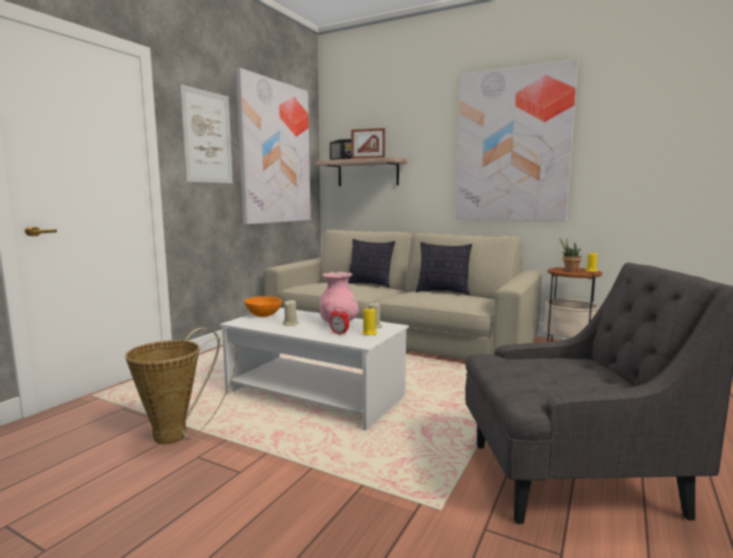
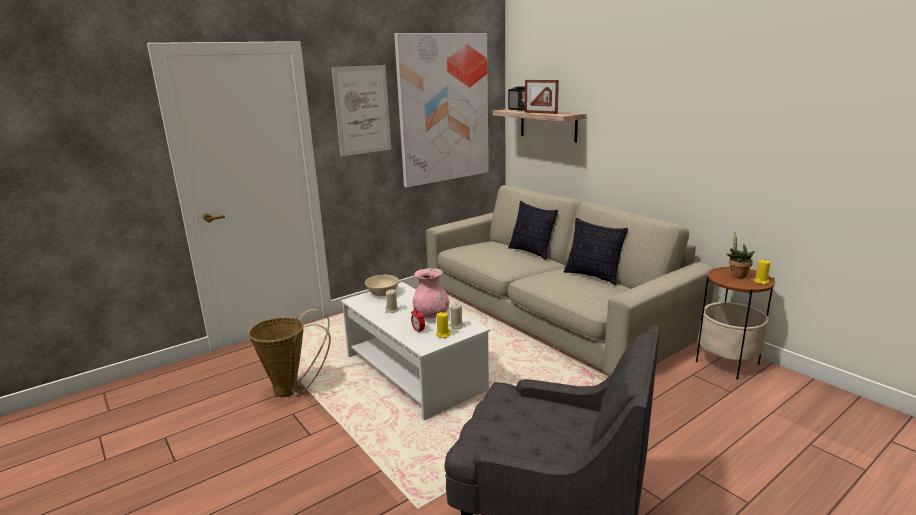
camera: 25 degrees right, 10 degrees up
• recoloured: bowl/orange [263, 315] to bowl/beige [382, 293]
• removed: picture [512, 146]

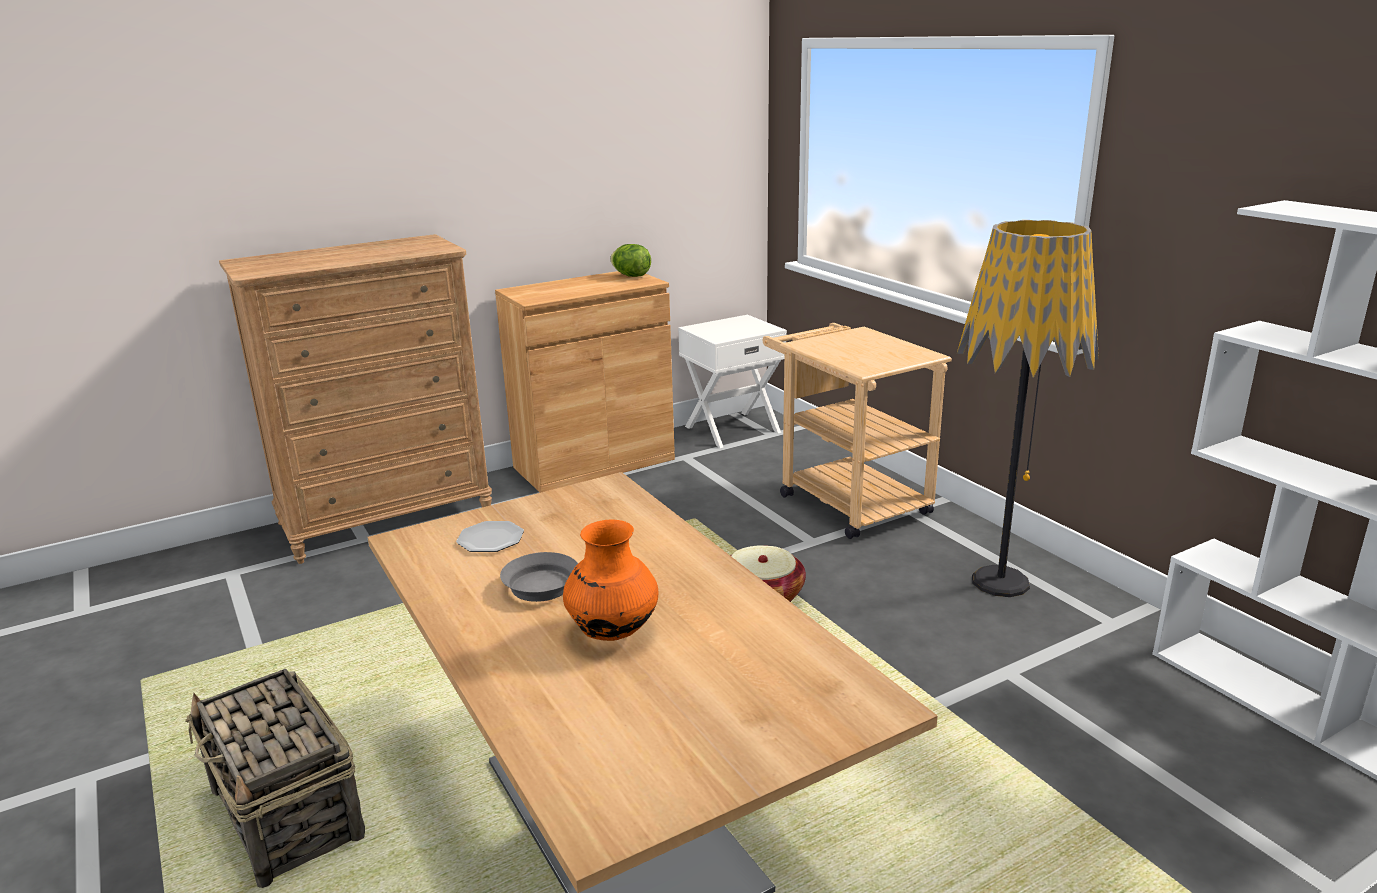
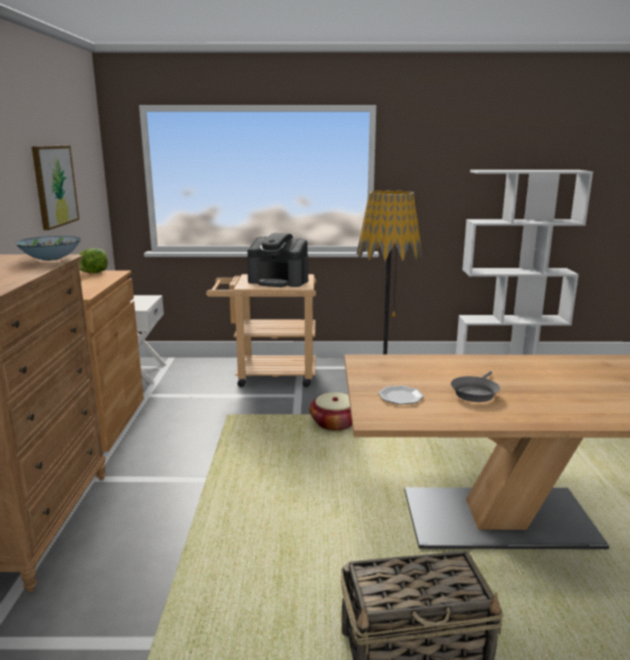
camera: 60 degrees left, 5 degrees down
• added: bowl [51, 259]
• added: picture [54, 186]
• added: coffee machine [279, 281]
• removed: vase/orange [612, 631]

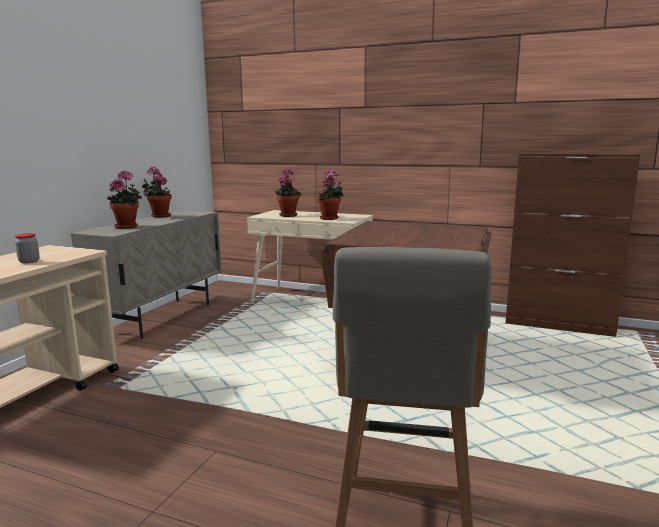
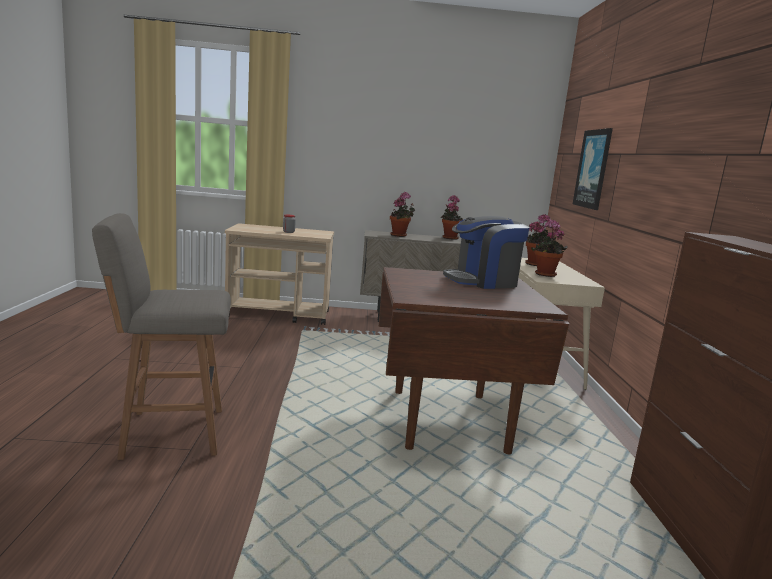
camera: 65 degrees right, 0 degrees up
• added: coffee machine [483, 281]
• added: picture [593, 169]

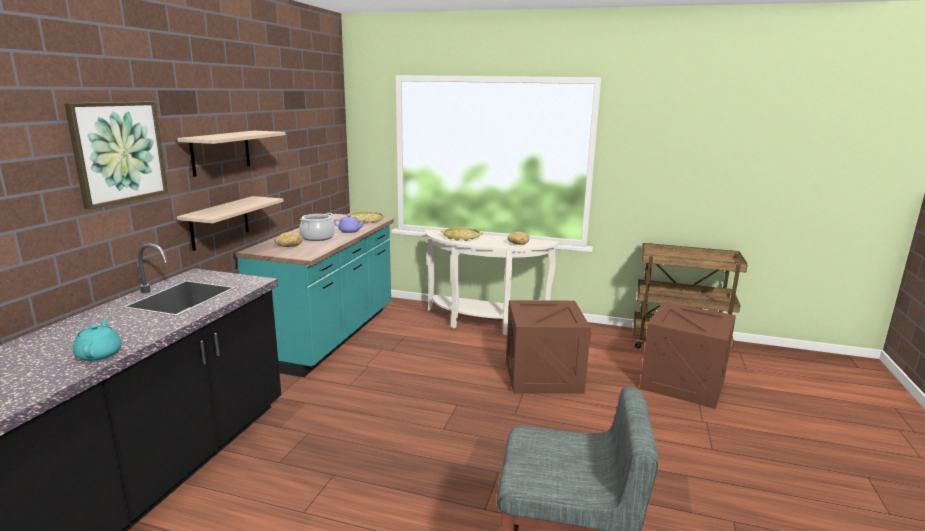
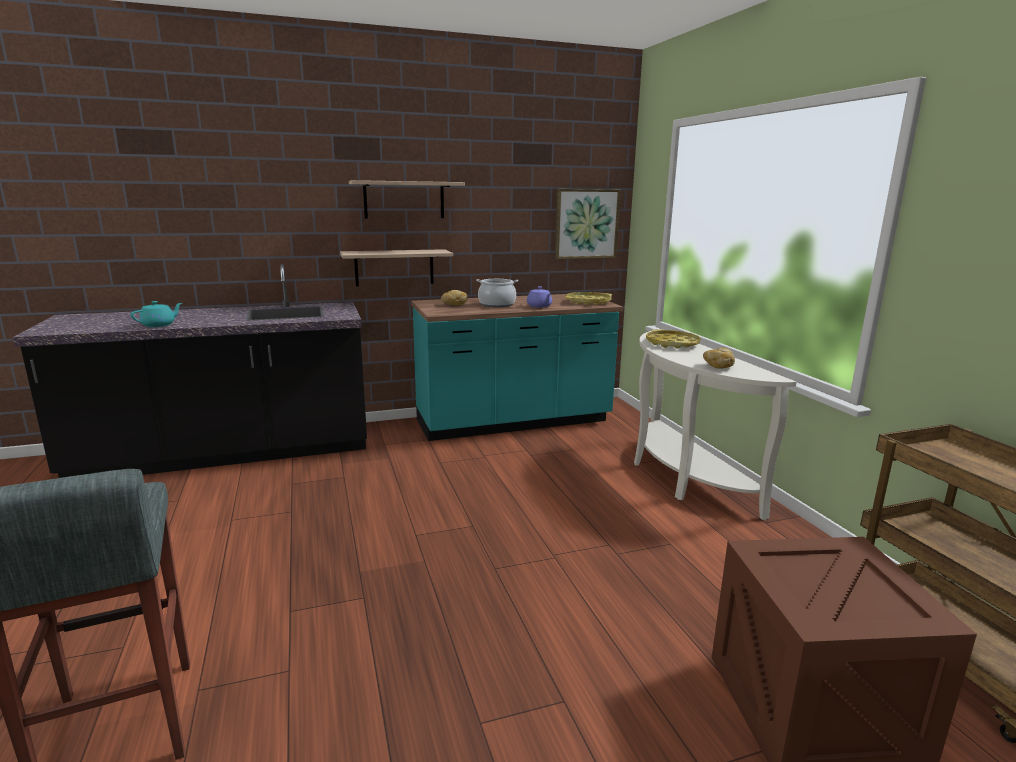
camera: 55 degrees right, 0 degrees up
• moved: picture [118, 152] to [586, 224]
• removed: crate [543, 375]

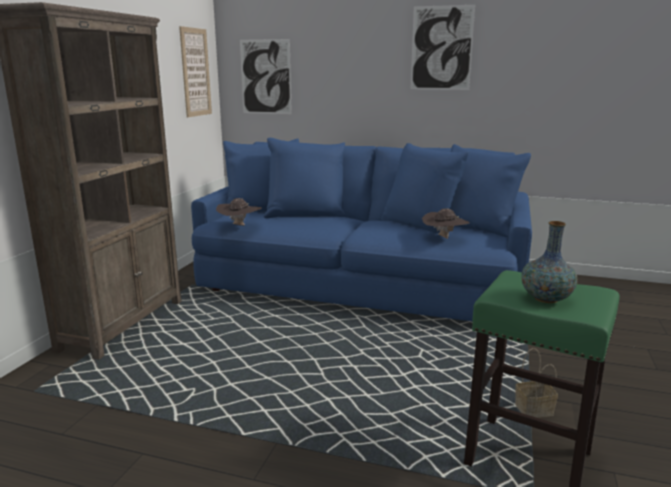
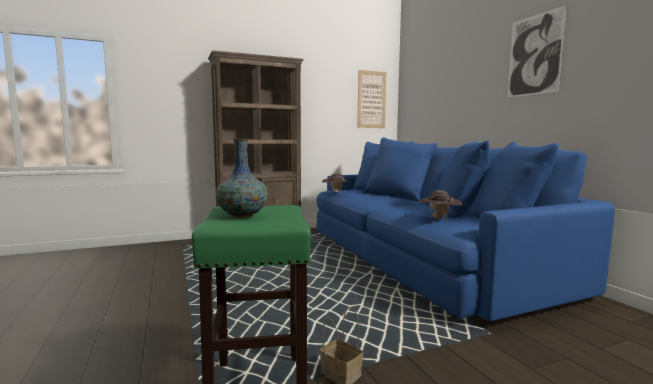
camera: 50 degrees right, 10 degrees down
• removed: picture [265, 77]

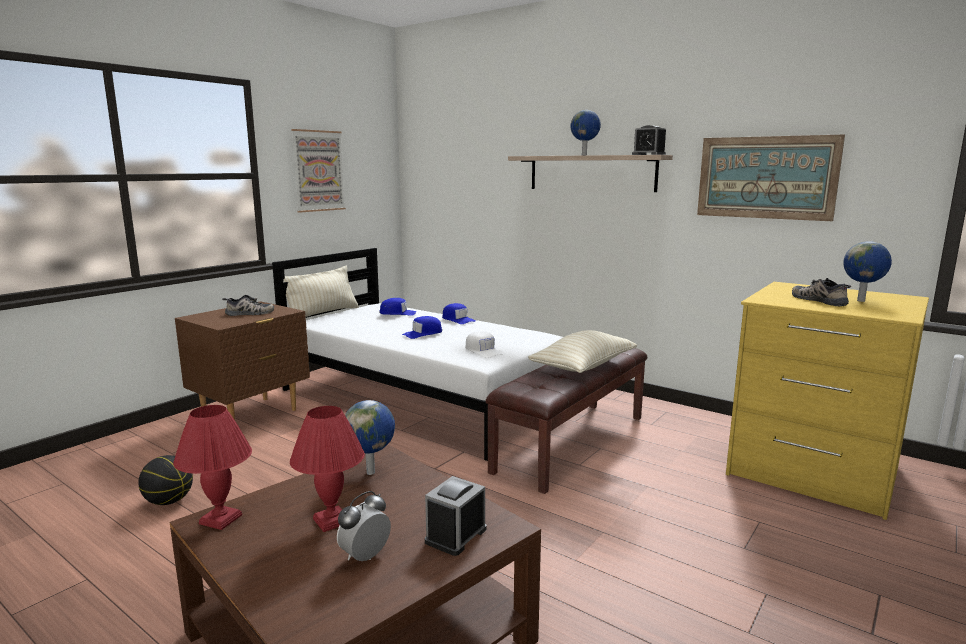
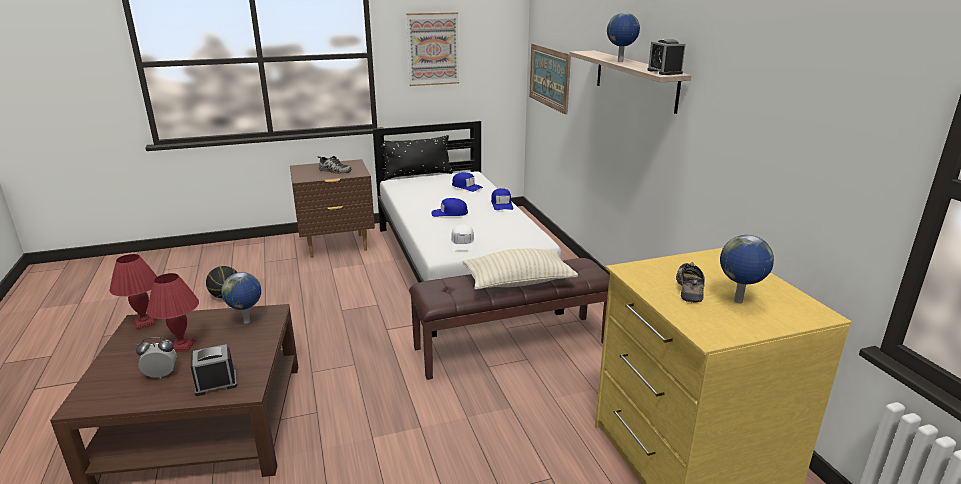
camera: 35 degrees right, 10 degrees up
• recoloured: pillow/beige [322, 314] to pillow/black [418, 175]
• moved: picture [766, 177] to [549, 77]

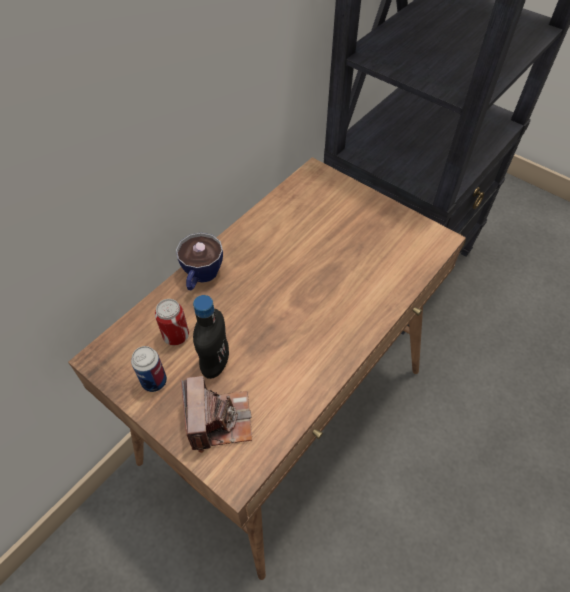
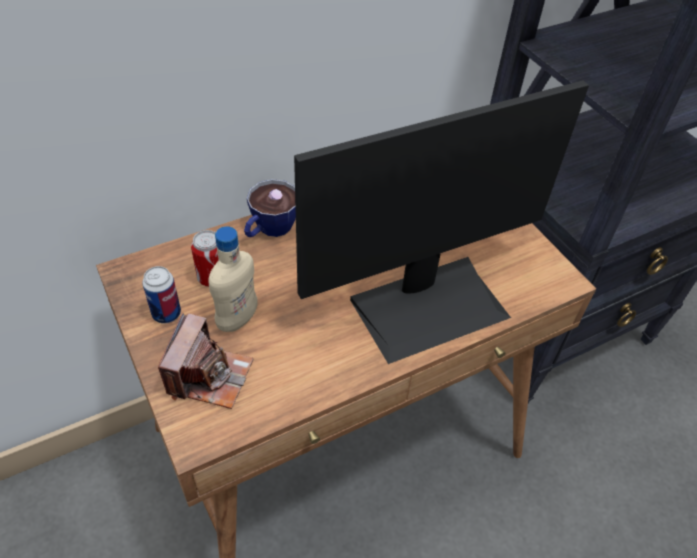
camera: 20 degrees right, 5 degrees down
• recoloured: bottle/black [215, 363] to bottle/beige [237, 319]
• added: monitor [429, 305]

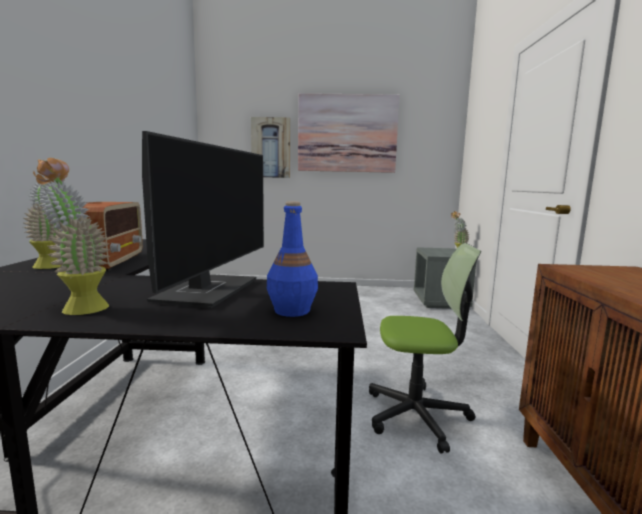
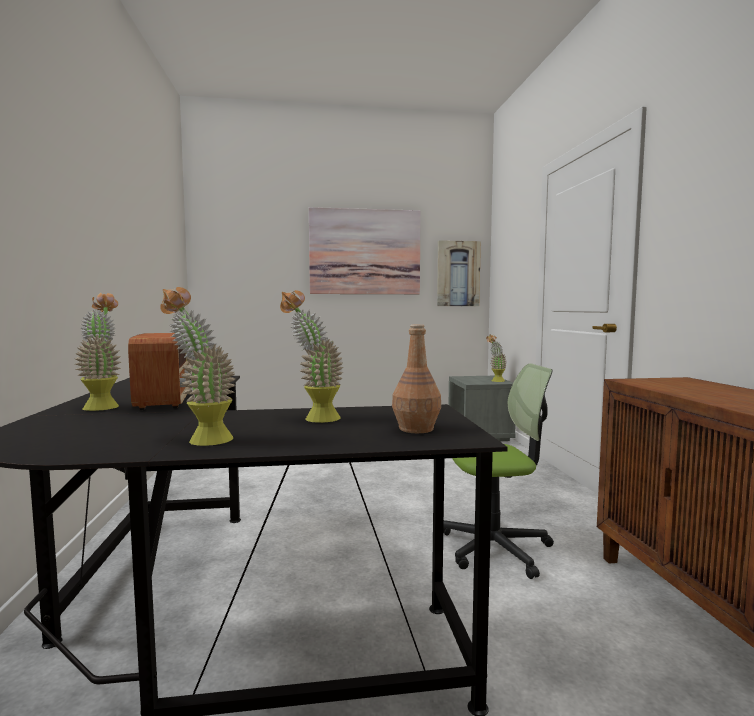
camera: 10 degrees left, 5 degrees down
• replaced: monitor [208, 290] to potted plant [313, 418]
• recoloured: bottle/blue [291, 310] to bottle/brown [415, 429]
• moved: picture [271, 148] to [458, 274]

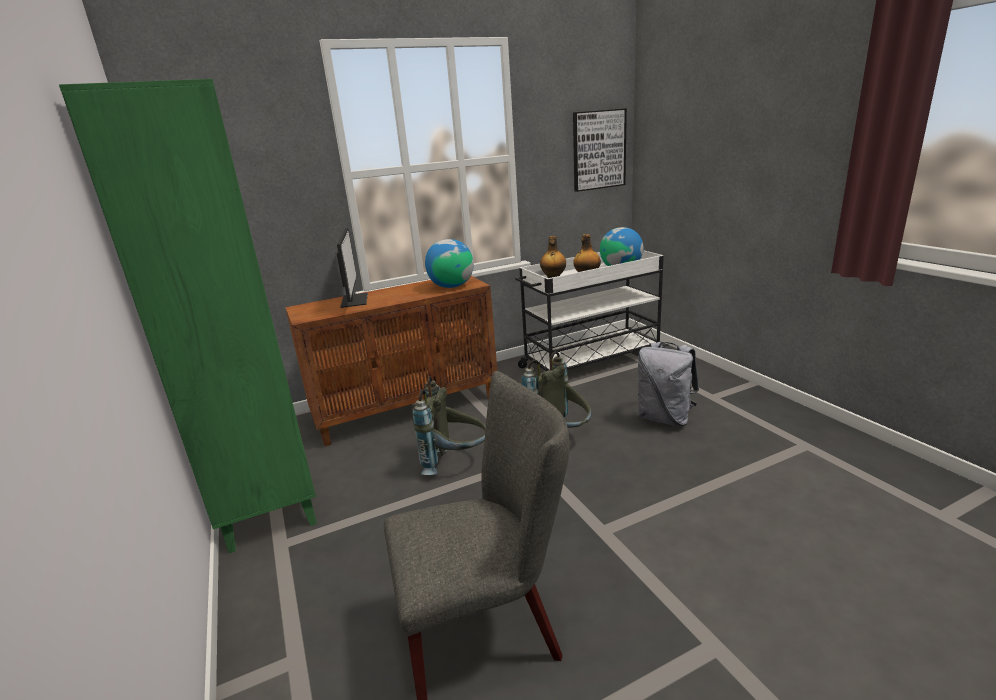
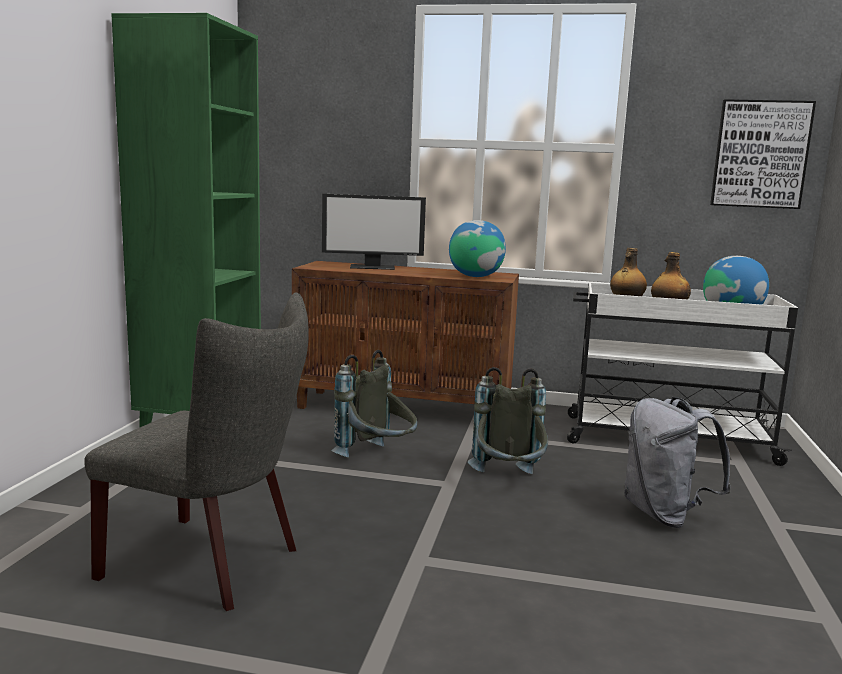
camera: 35 degrees right, 10 degrees down
• turned: monitor [353, 300] = [373, 267] 60 degrees clockwise

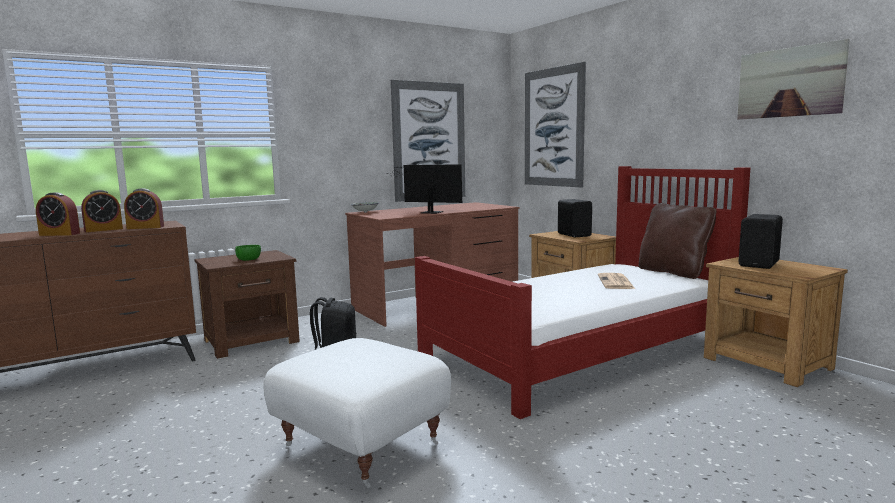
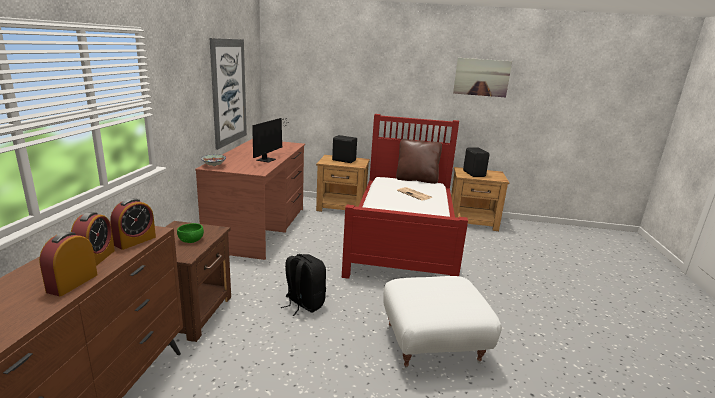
camera: 50 degrees left, 10 degrees up
• turned: alarm clock [59, 234] = [72, 283] 150 degrees clockwise
• turned: monitor [429, 212] = [268, 159] 135 degrees clockwise
• removed: picture [553, 127]

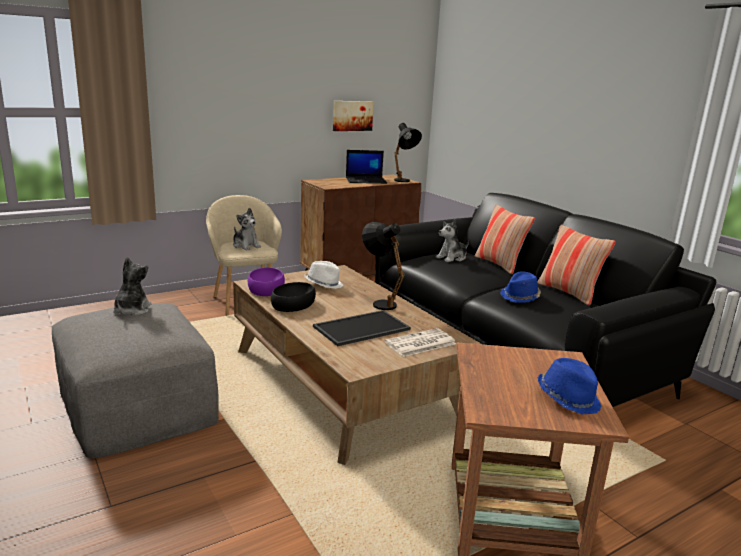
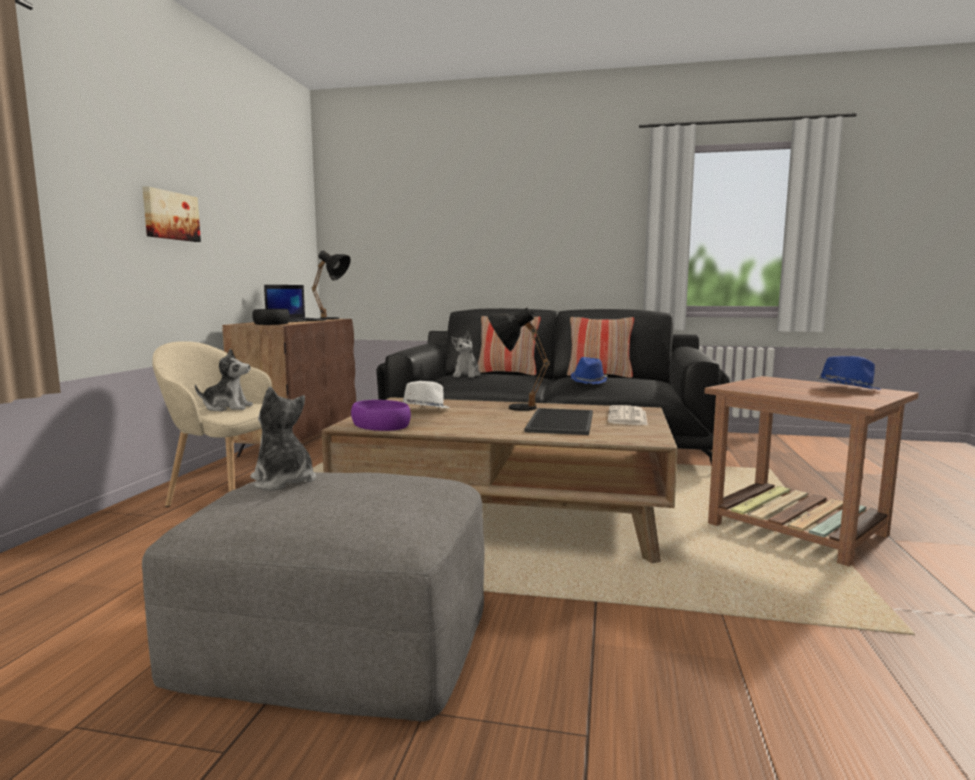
camera: 45 degrees left, 10 degrees down
• moved: picture [352, 115] to [170, 216]
• moved: bowl/black [293, 303] to [271, 323]

